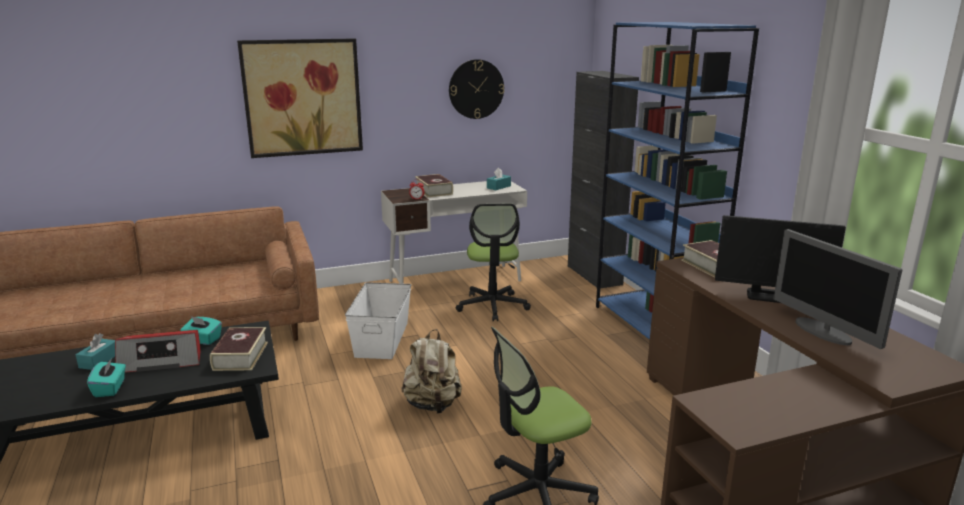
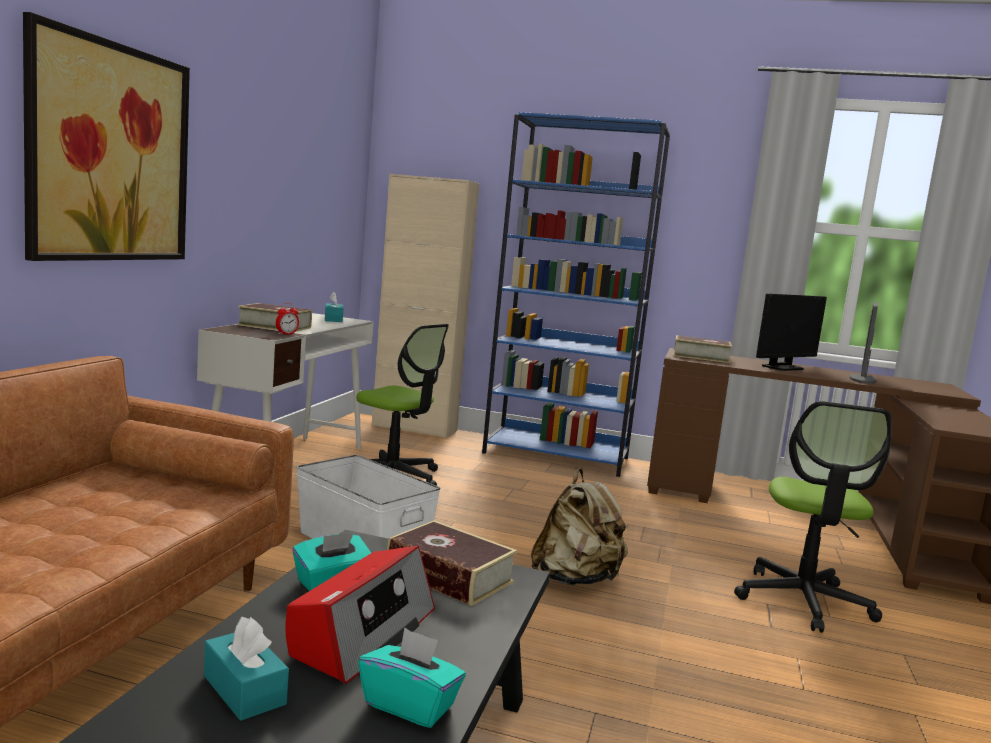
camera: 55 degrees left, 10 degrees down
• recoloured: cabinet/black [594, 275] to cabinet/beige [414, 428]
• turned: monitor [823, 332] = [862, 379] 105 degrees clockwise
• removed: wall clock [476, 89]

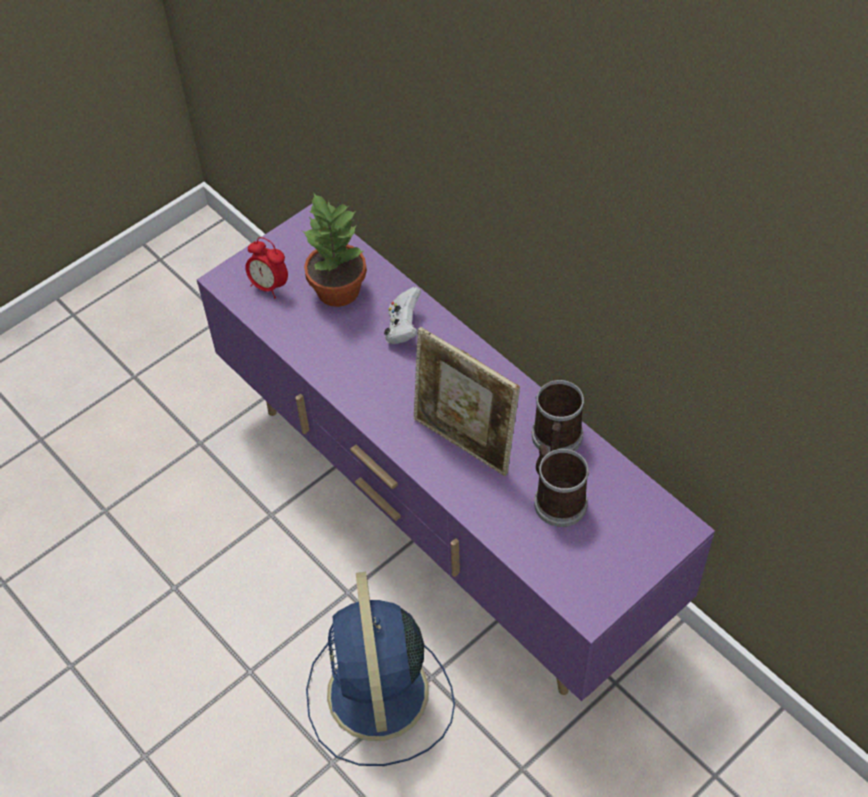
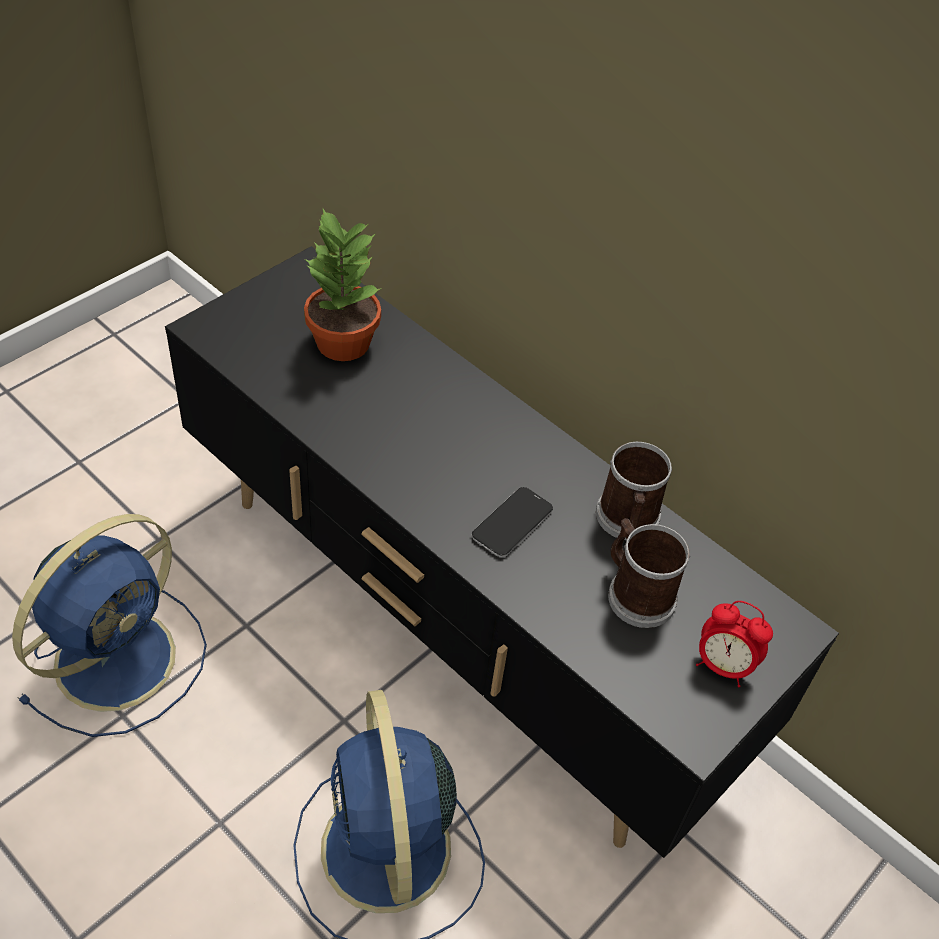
camera: 10 degrees left, 5 degrees down
• added: fan/blue [119, 655]
• recoloured: tv stand/purple [442, 516] to tv stand/black [456, 628]
• replaced: picture frame [464, 443] to phone [512, 523]
• moved: alarm clock [269, 286] to [723, 666]
• removed: game controller/white [403, 328]

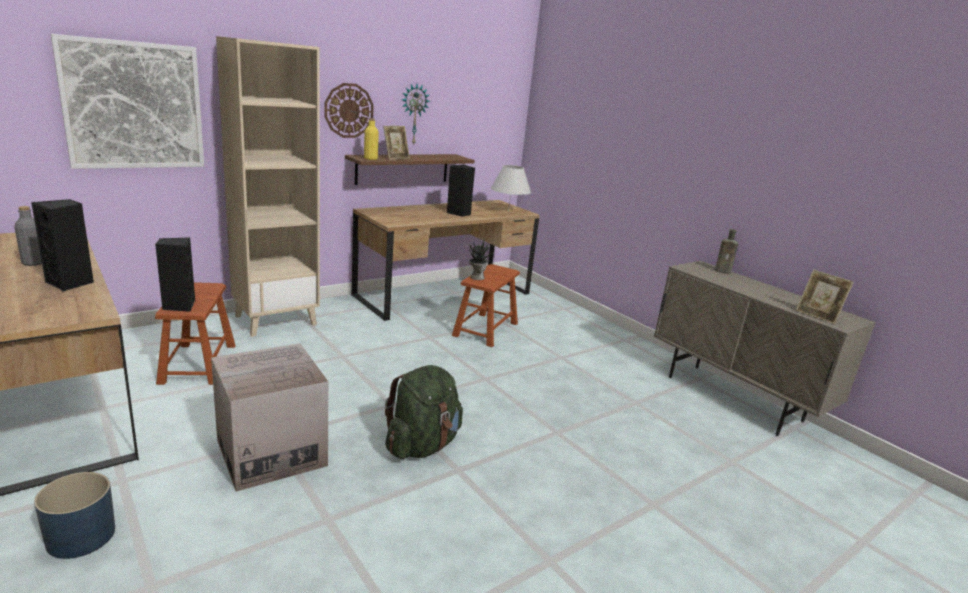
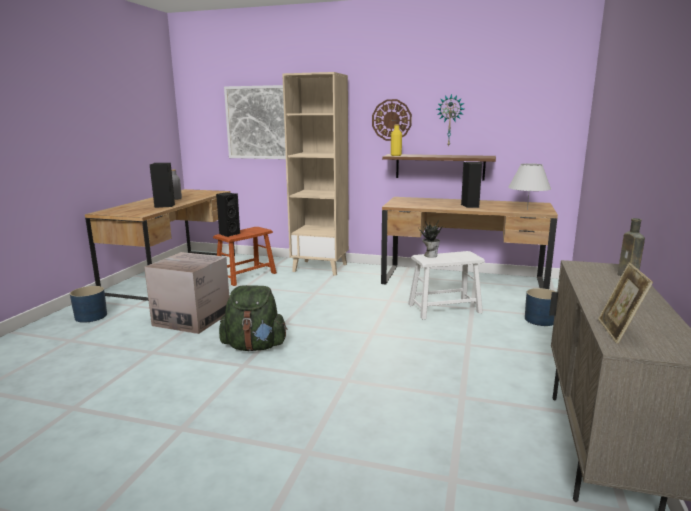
camera: 55 degrees right, 5 degrees down
• recoloured: stool/brown [486, 329] to stool/white [444, 308]
• added: planter/blue [540, 320]
• removed: picture frame [396, 158]

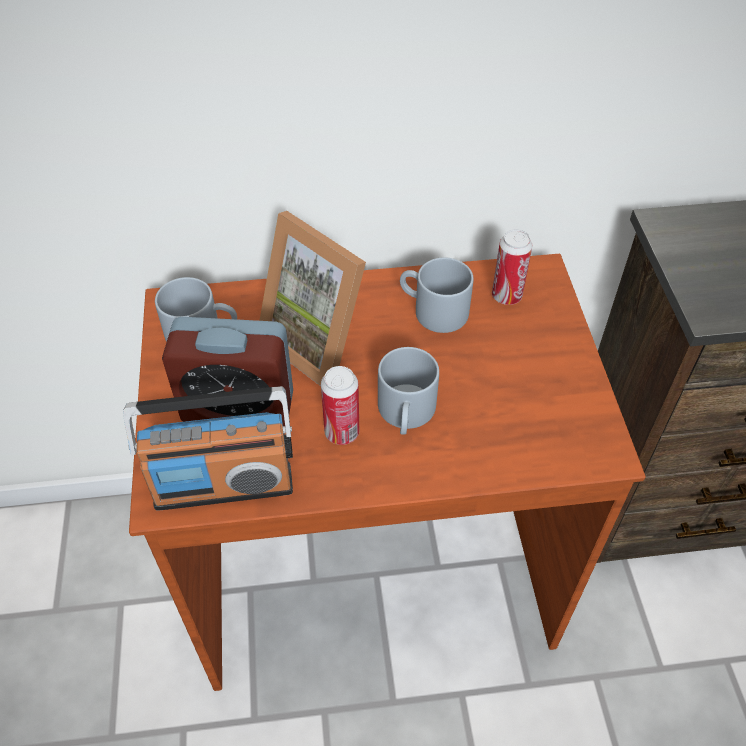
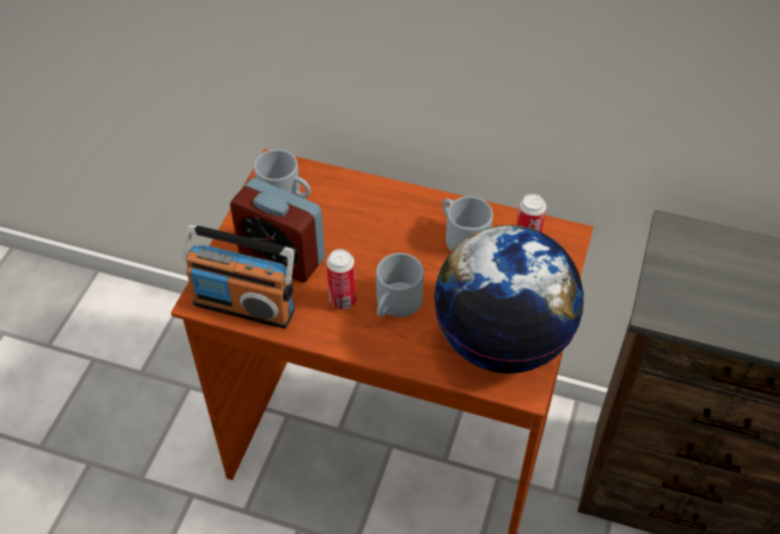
camera: 25 degrees right, 0 degrees up
• added: globe [502, 340]
• removed: picture frame [320, 341]

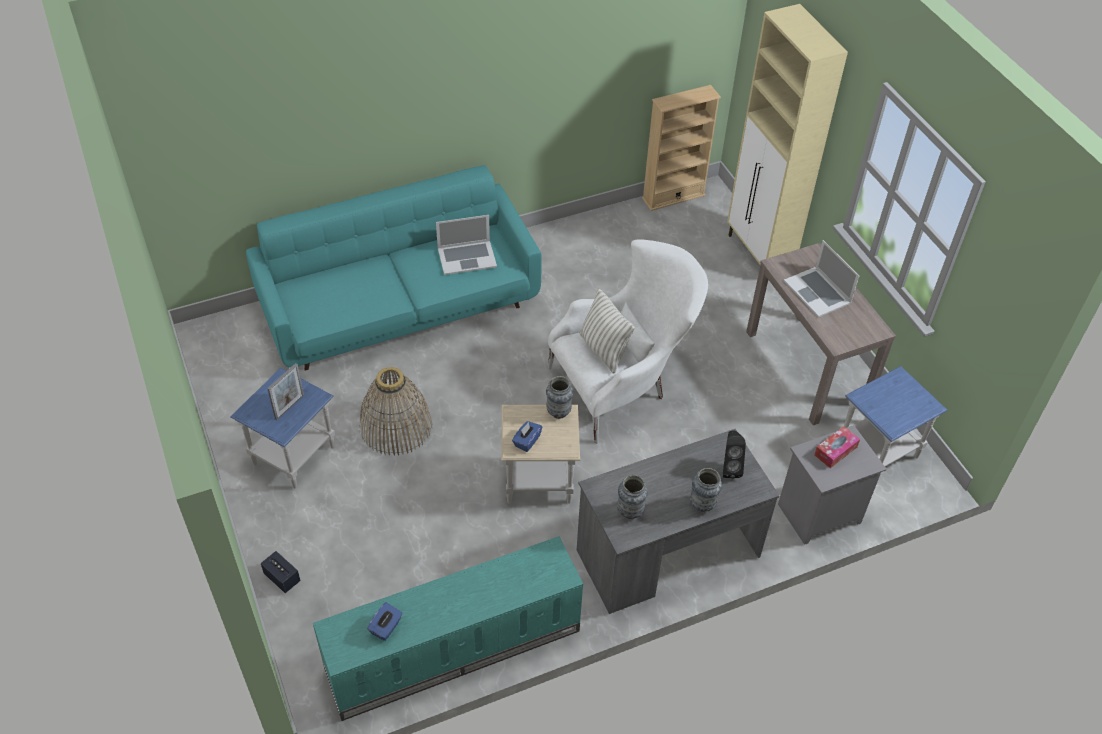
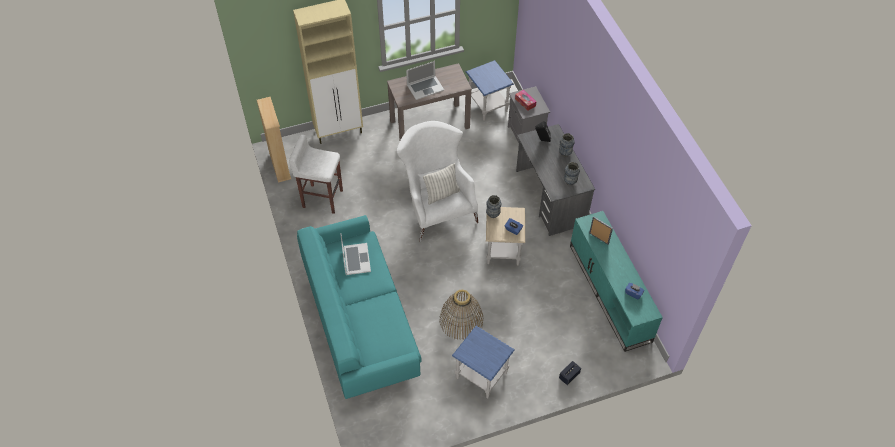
camera: 85 degrees left, 5 degrees up
• added: stool/white [322, 198]
• moved: picture frame [289, 407] to [599, 238]

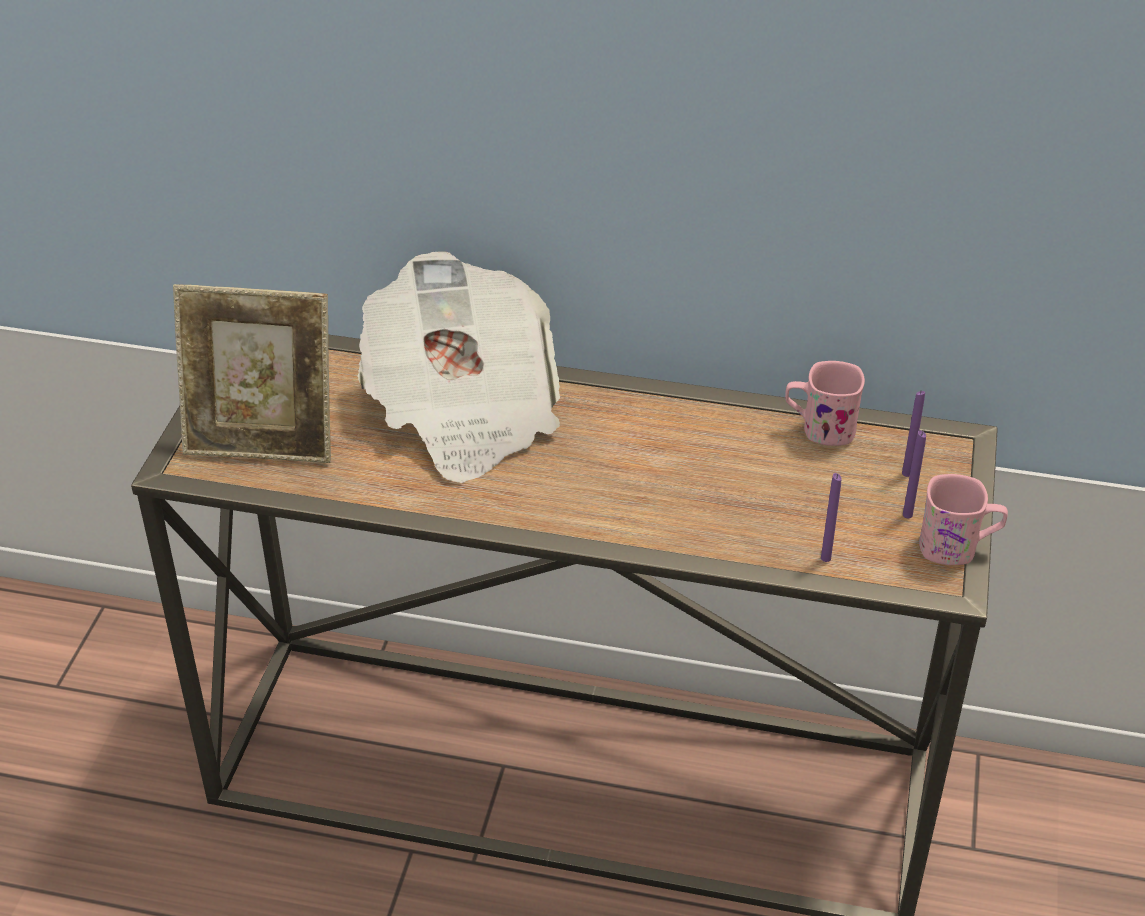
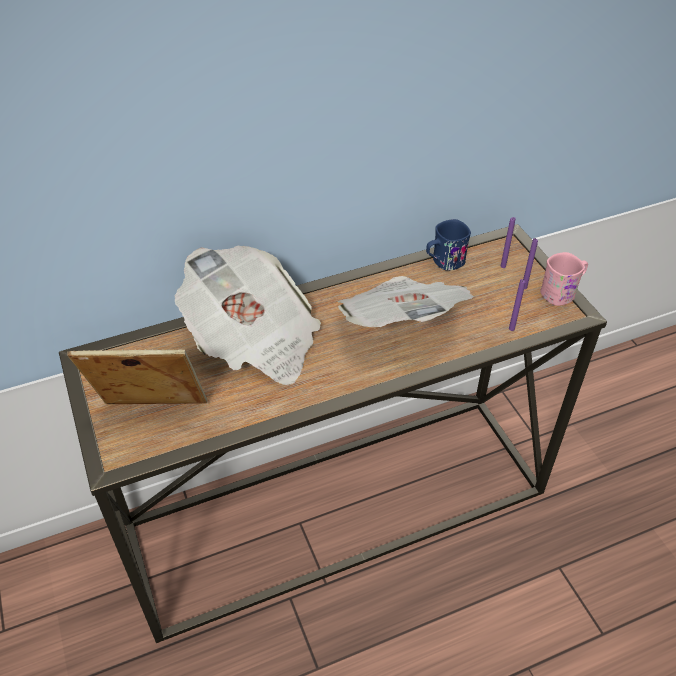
camera: 35 degrees left, 5 degrees up
• turned: picture frame [264, 440] = [153, 417] 150 degrees counterclockwise
• added: newspaper [400, 324]
• recoloured: mug/pink [819, 428] to mug/blue [443, 262]

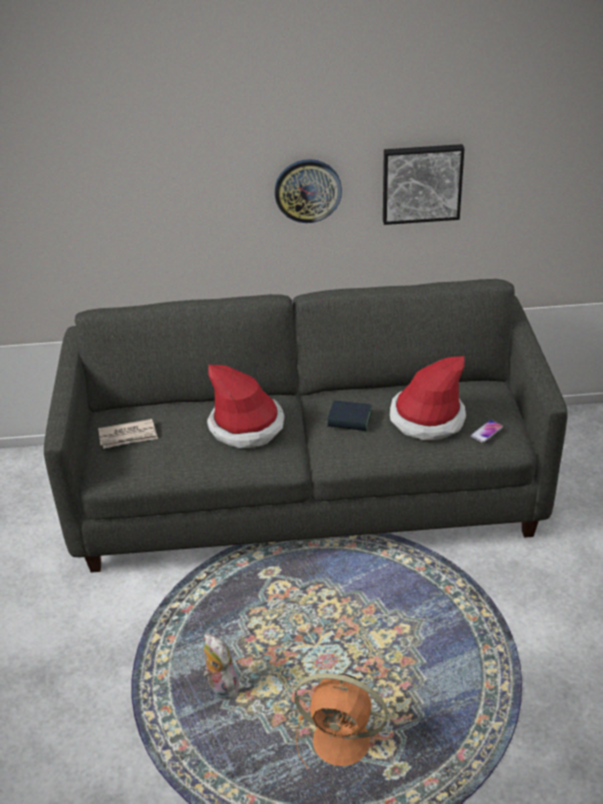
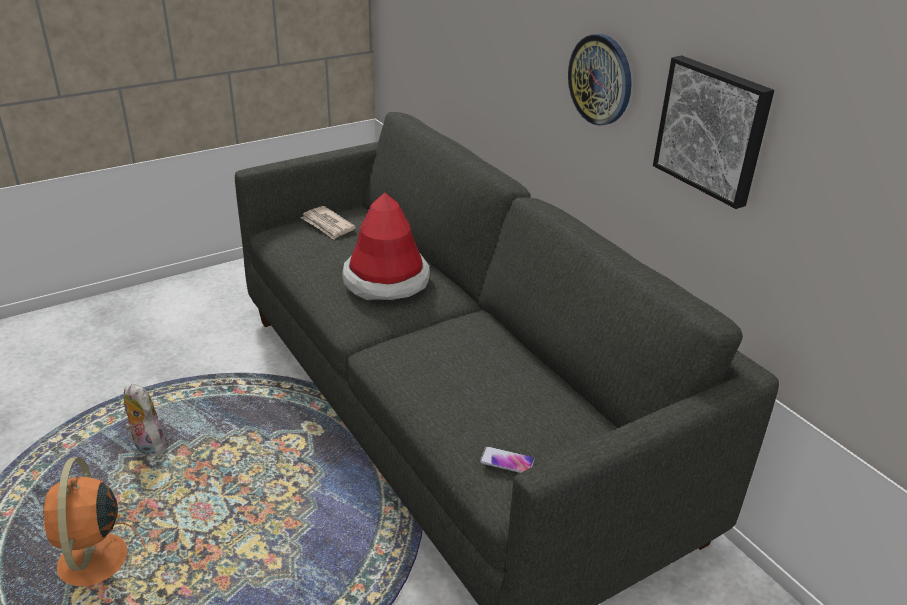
camera: 60 degrees right, 5 degrees down
• turned: plush toy [220, 687] = [147, 446] 75 degrees counterclockwise
• removed: book [349, 420]
• removed: hat [427, 418]

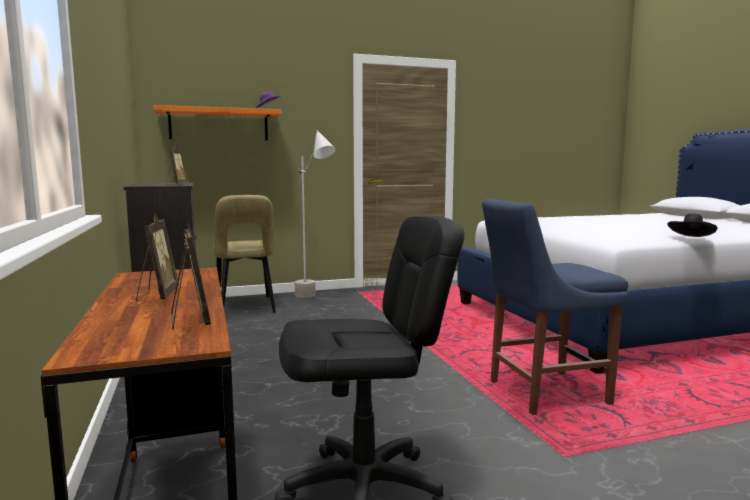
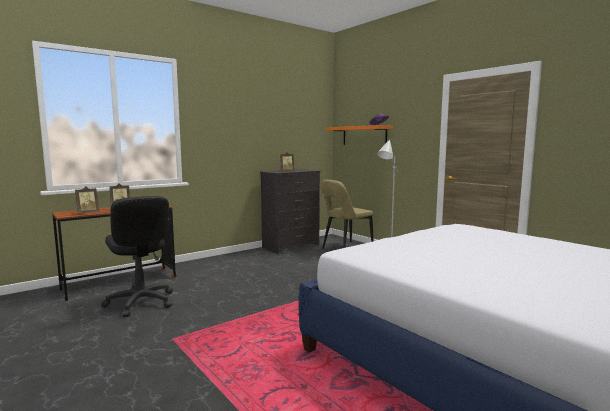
camera: 70 degrees right, 0 degrees up
• removed: chair/blue [542, 393]
• removed: hat/black [691, 238]

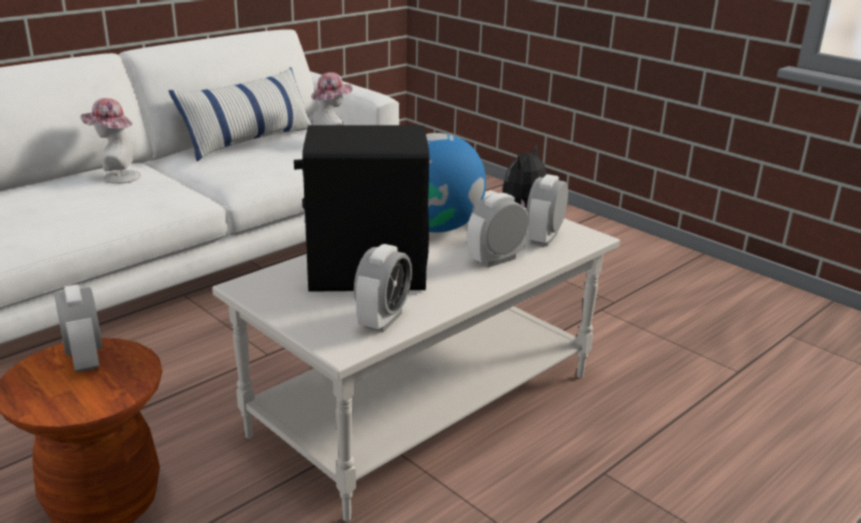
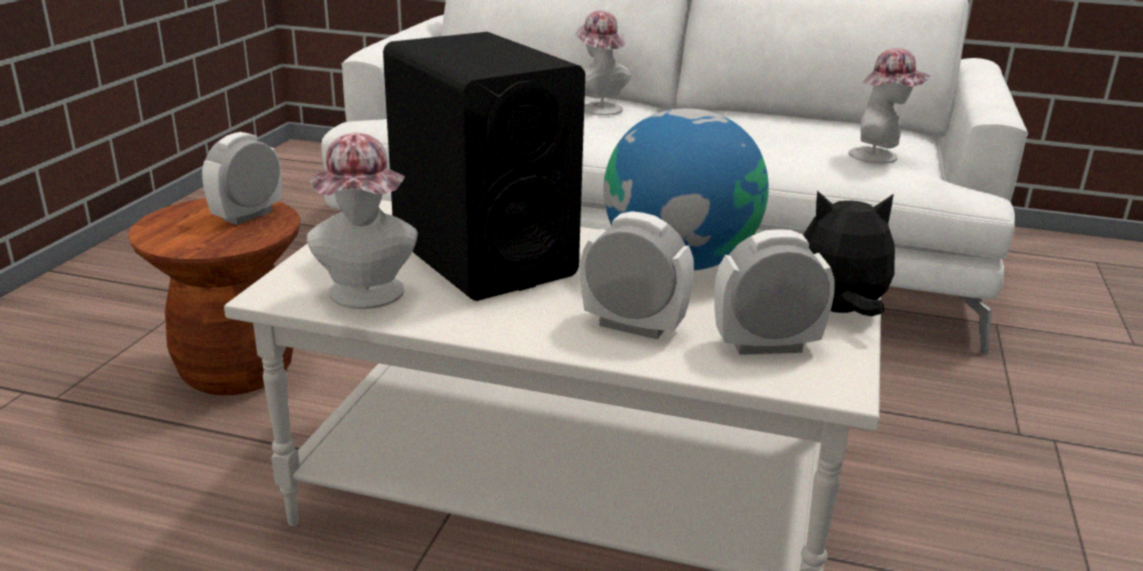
camera: 60 degrees right, 0 degrees up
• replaced: alarm clock [383, 320] to hat [367, 297]
• removed: pillow [249, 141]

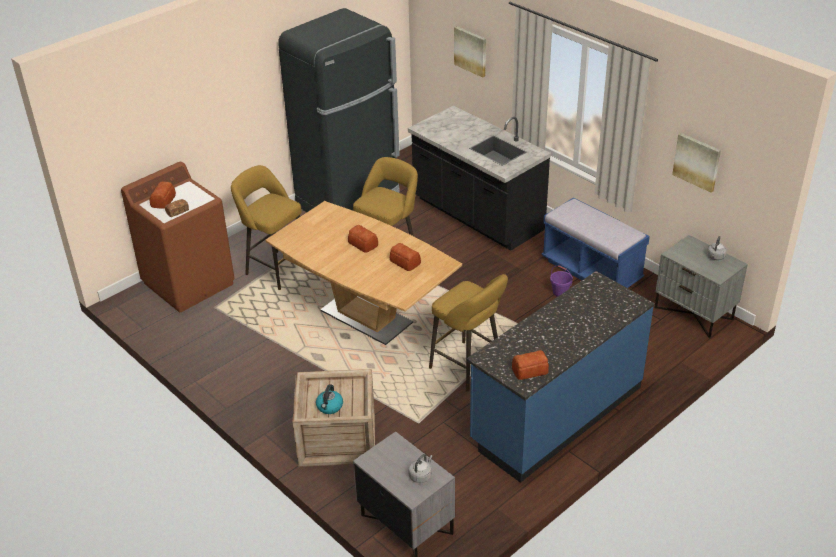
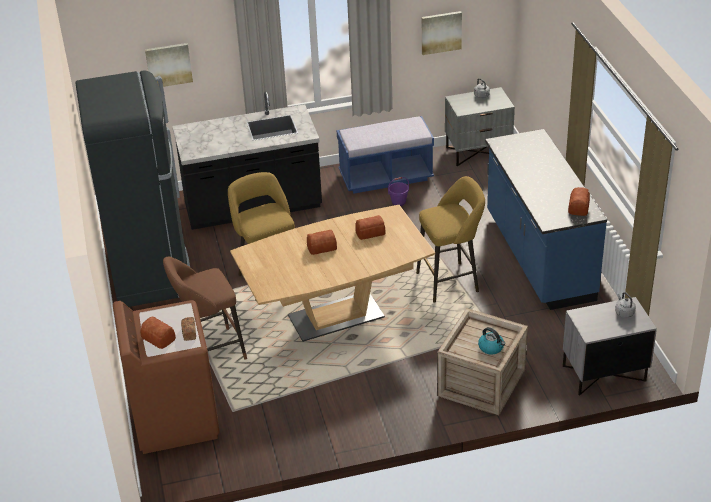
camera: 60 degrees left, 0 degrees up
• recoloured: stool/yellow [275, 269] to stool/brown [210, 352]

